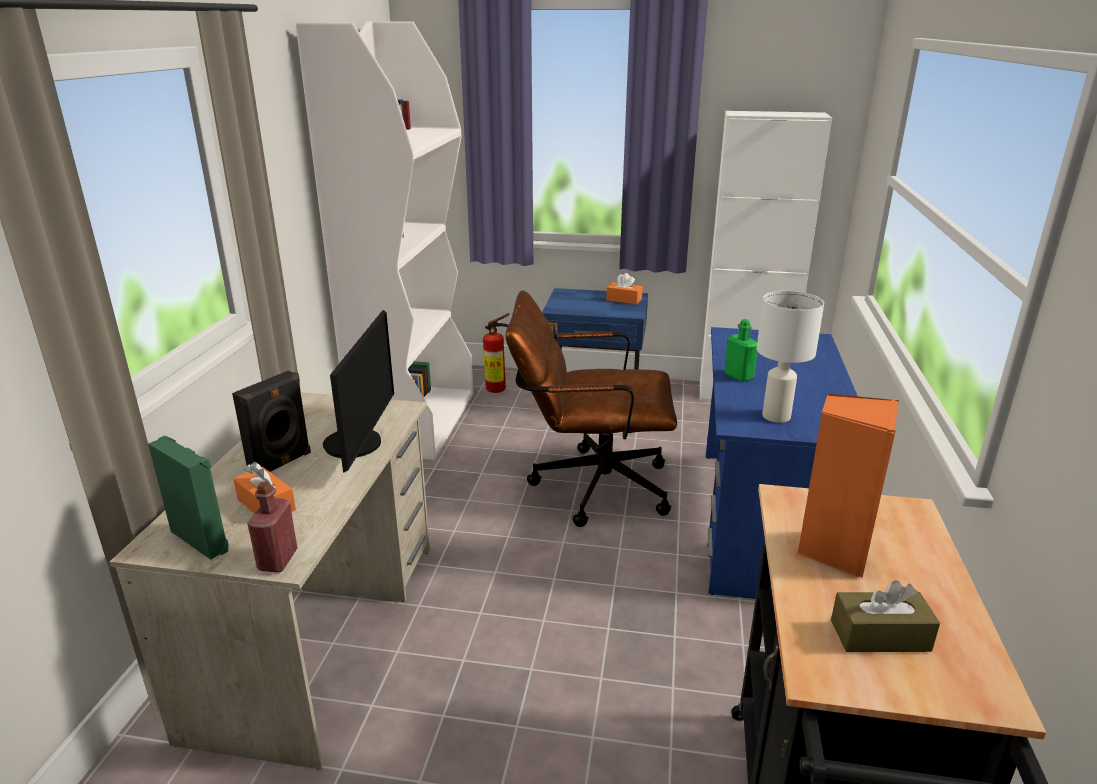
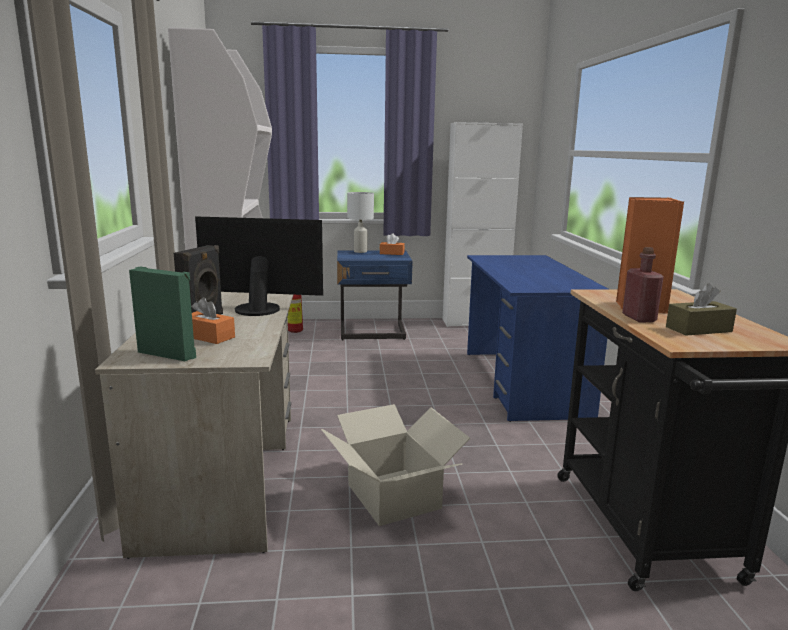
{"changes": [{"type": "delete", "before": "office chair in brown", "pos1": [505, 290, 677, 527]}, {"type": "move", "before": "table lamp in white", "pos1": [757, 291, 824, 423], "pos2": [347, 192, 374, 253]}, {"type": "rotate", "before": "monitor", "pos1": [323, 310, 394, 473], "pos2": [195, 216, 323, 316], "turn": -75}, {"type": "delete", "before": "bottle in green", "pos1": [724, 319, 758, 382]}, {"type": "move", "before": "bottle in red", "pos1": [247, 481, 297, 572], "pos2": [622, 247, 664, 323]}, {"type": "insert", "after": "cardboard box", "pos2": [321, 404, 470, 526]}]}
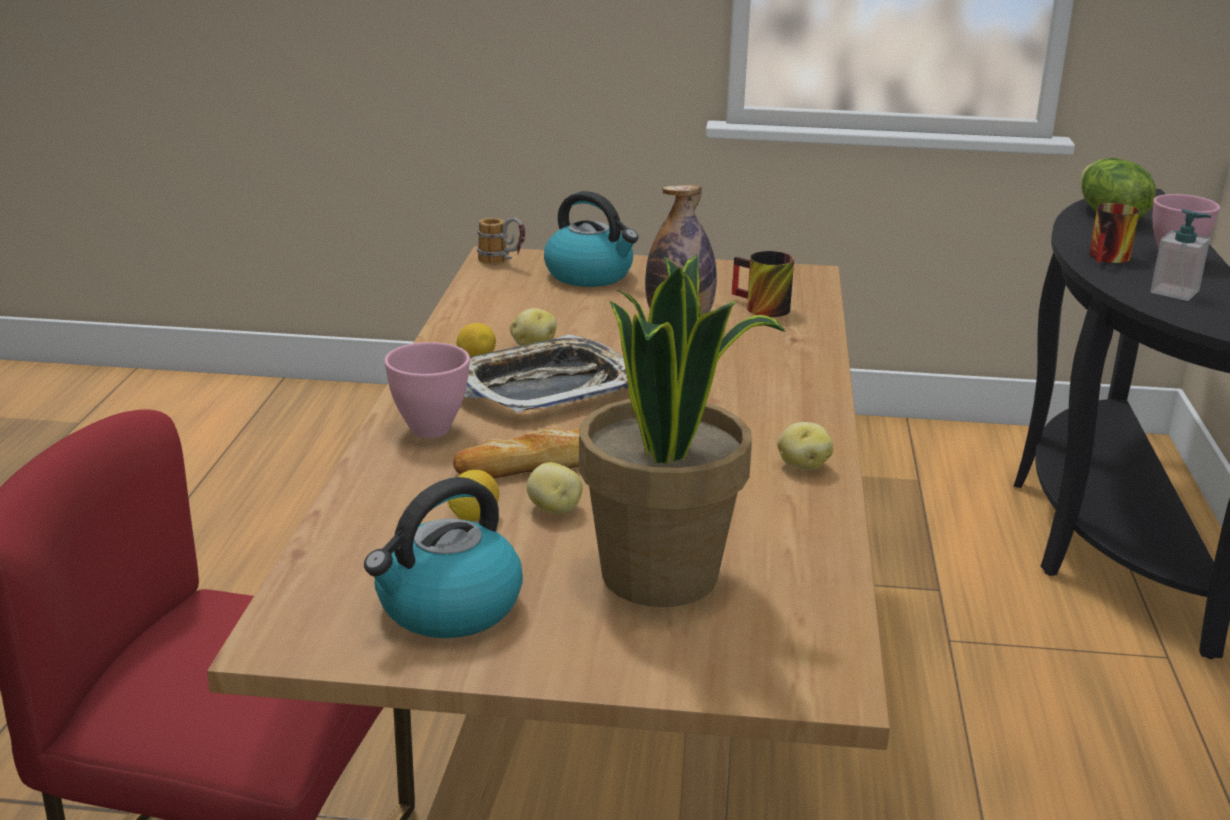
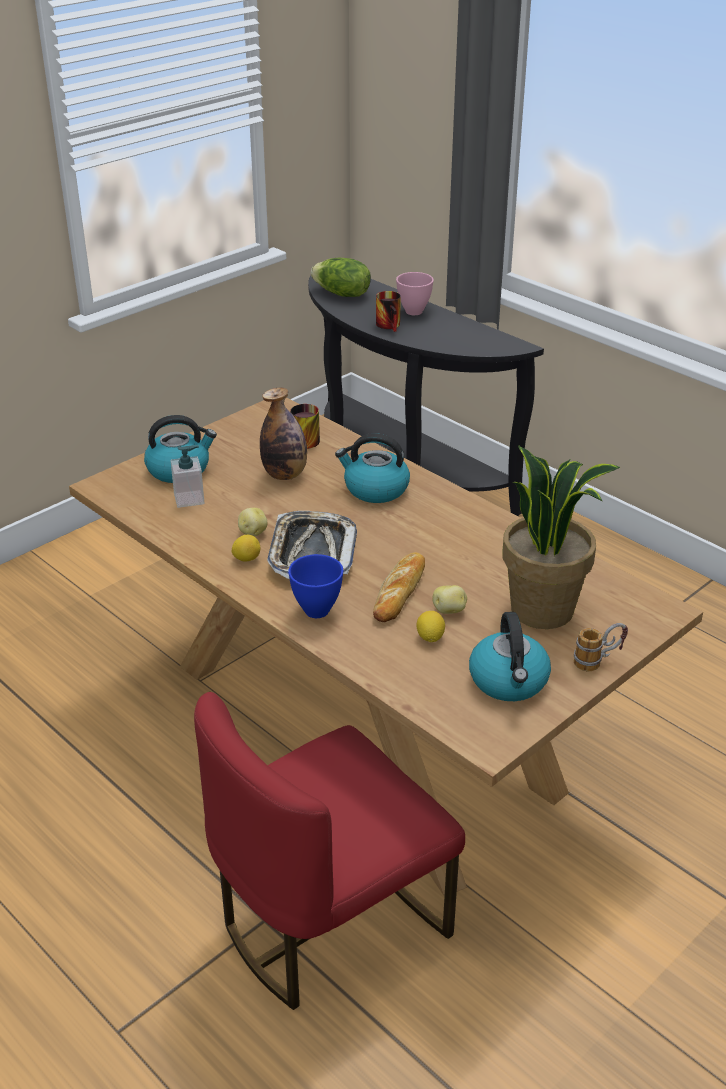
{"changes": [{"type": "move", "before": "soap dispenser", "pos1": [1150, 209, 1212, 301], "pos2": [170, 445, 205, 508]}, {"type": "move", "before": "mug", "pos1": [477, 217, 525, 264], "pos2": [574, 623, 628, 672]}, {"type": "recolor", "before": "bowl in pink", "after": "bowl in blue", "pos1": [384, 342, 470, 438], "pos2": [288, 554, 343, 618]}, {"type": "delete", "before": "potato", "pos1": [777, 422, 834, 470]}, {"type": "insert", "after": "kettle", "pos2": [335, 433, 410, 503]}]}
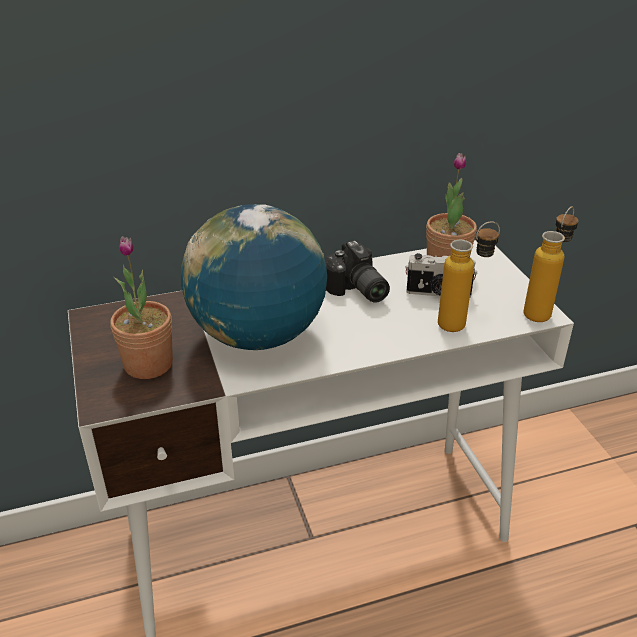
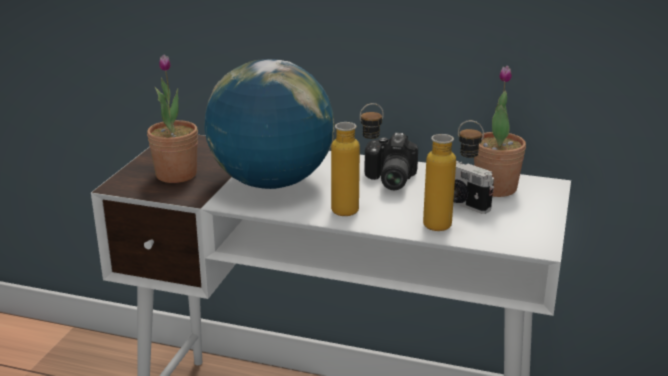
{"changes": [{"type": "move", "before": "bottle", "pos1": [524, 206, 578, 322], "pos2": [331, 103, 384, 216]}]}
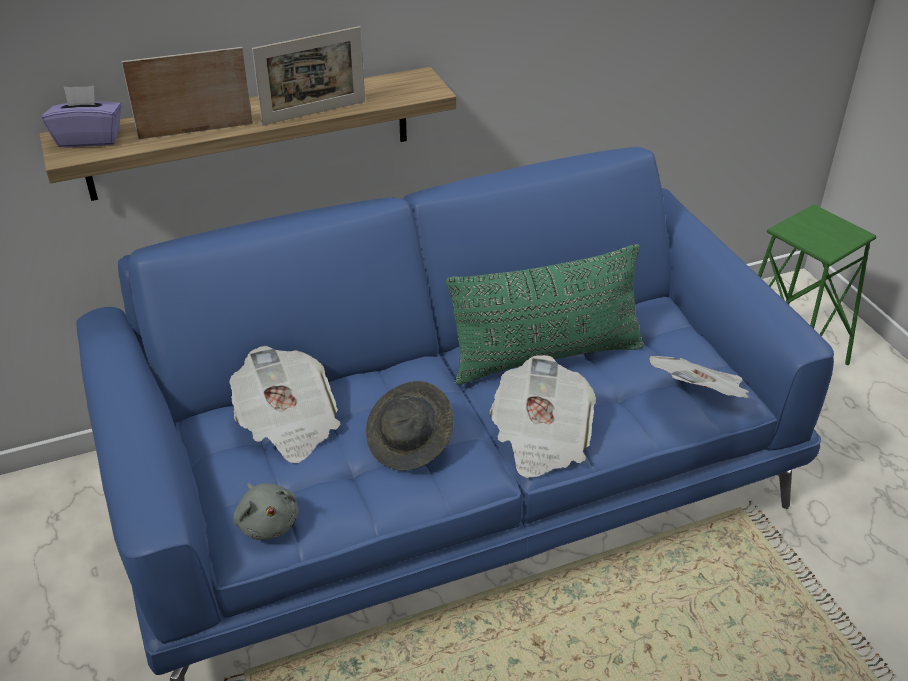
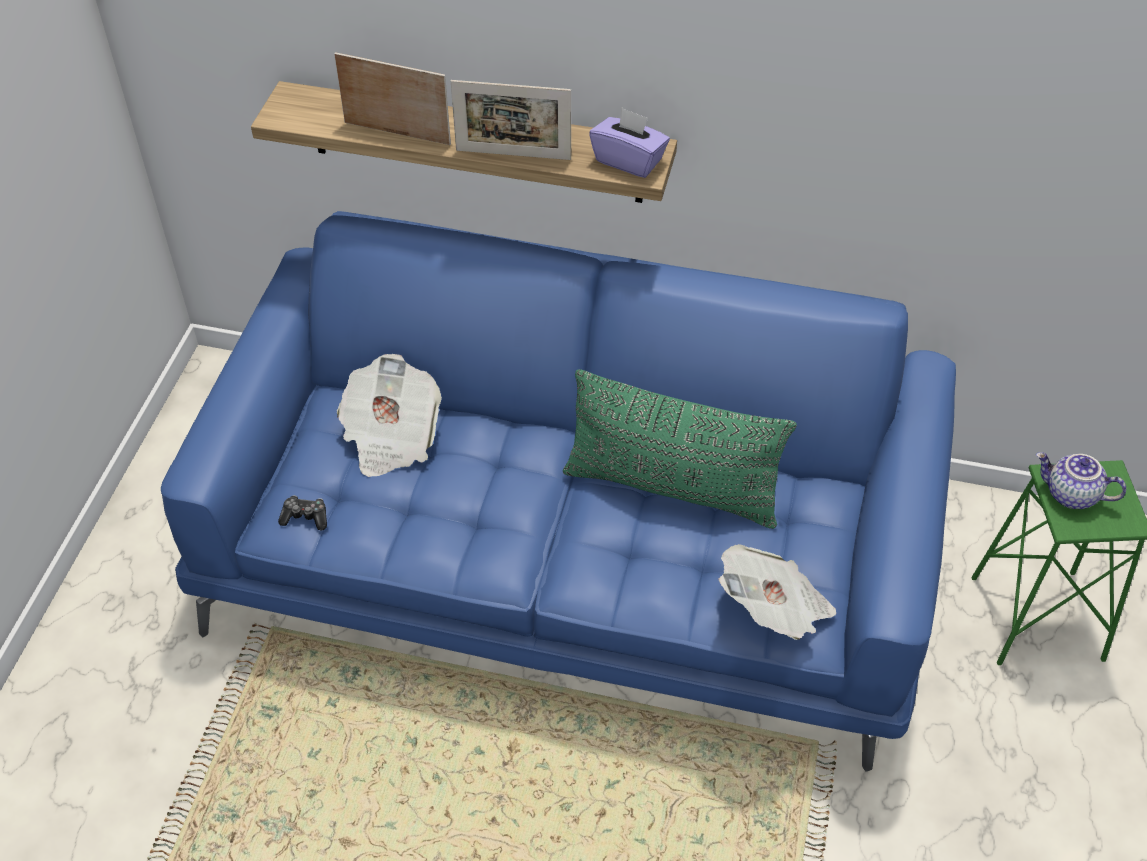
{"changes": [{"type": "move", "before": "tissue box in purple", "pos1": [42, 86, 122, 148], "pos2": [589, 108, 670, 178]}, {"type": "delete", "before": "newspaper", "pos1": [490, 355, 596, 478]}, {"type": "delete", "before": "hat in grey", "pos1": [366, 381, 454, 471]}, {"type": "replace", "before": "plush toy in grey", "after": "game controller", "pos1": [233, 483, 299, 540], "pos2": [278, 495, 327, 530]}, {"type": "insert", "after": "teapot", "pos2": [1036, 452, 1126, 509]}]}
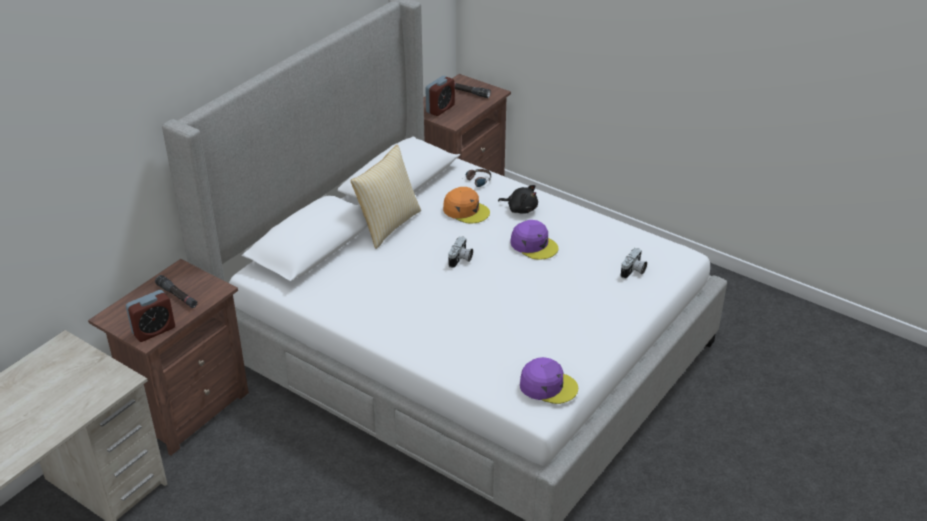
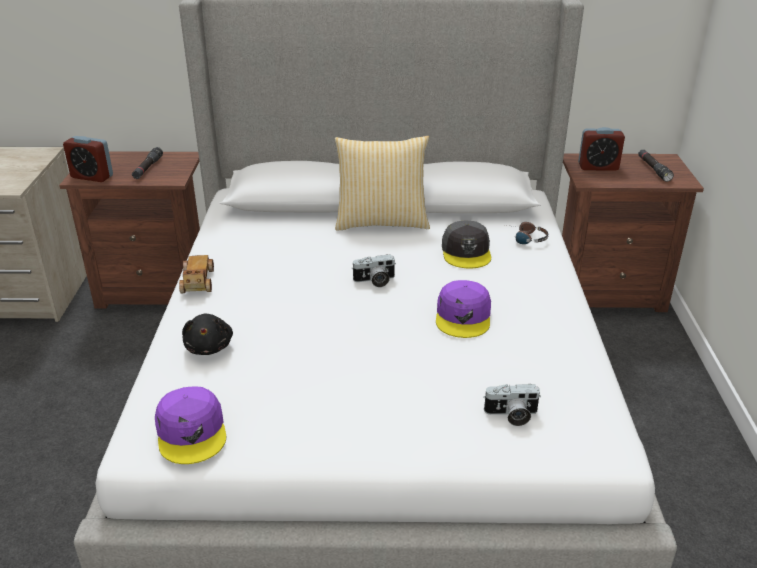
{"changes": [{"type": "move", "before": "plush toy in black", "pos1": [498, 185, 538, 214], "pos2": [182, 314, 233, 355]}, {"type": "recolor", "before": "cap in orange", "after": "cap in grey", "pos1": [443, 187, 490, 223], "pos2": [442, 221, 491, 269]}, {"type": "insert", "after": "toy car", "pos2": [179, 255, 214, 293]}]}
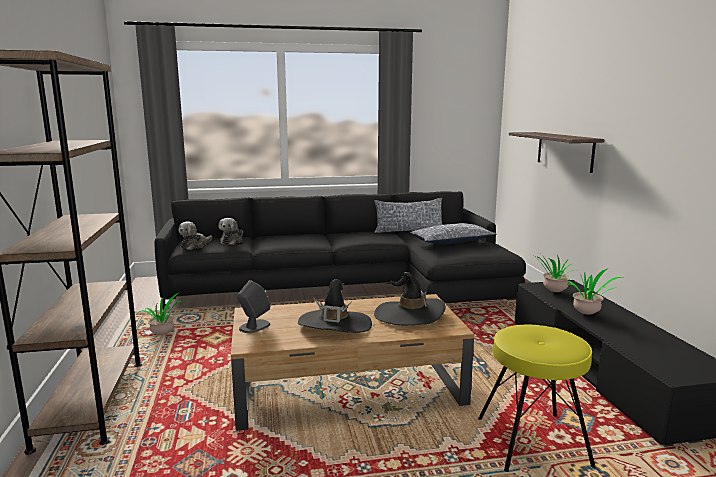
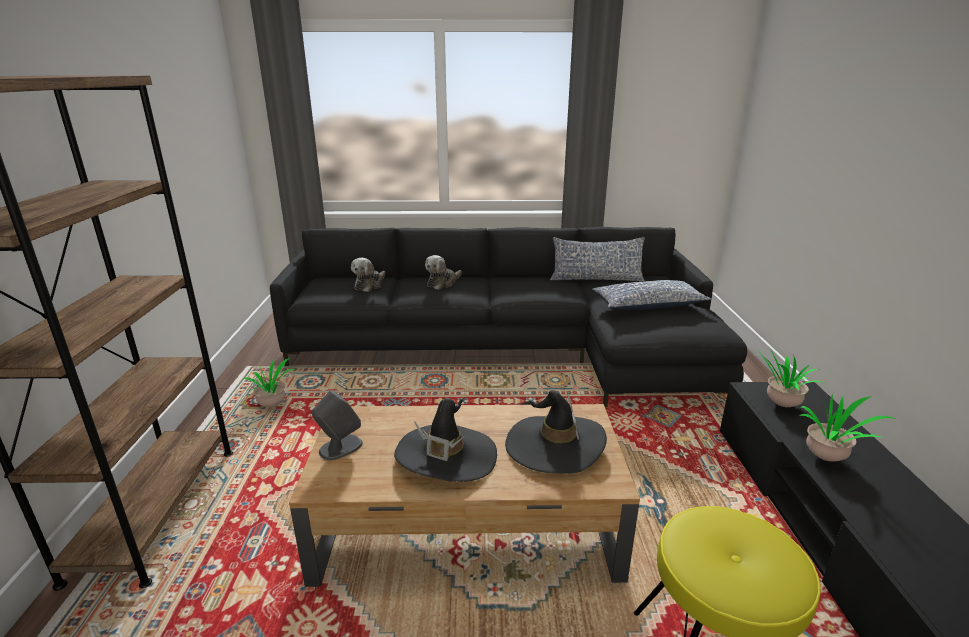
{"changes": [{"type": "delete", "before": "shelf", "pos1": [509, 132, 604, 173]}, {"type": "move", "before": "plush toy", "pos1": [179, 221, 212, 250], "pos2": [425, 255, 462, 290]}]}
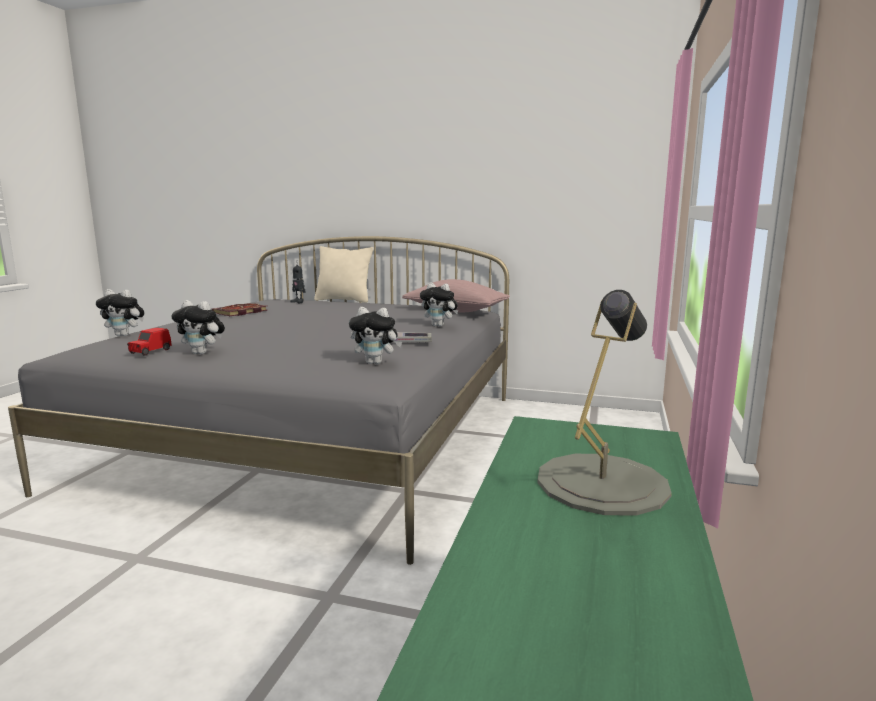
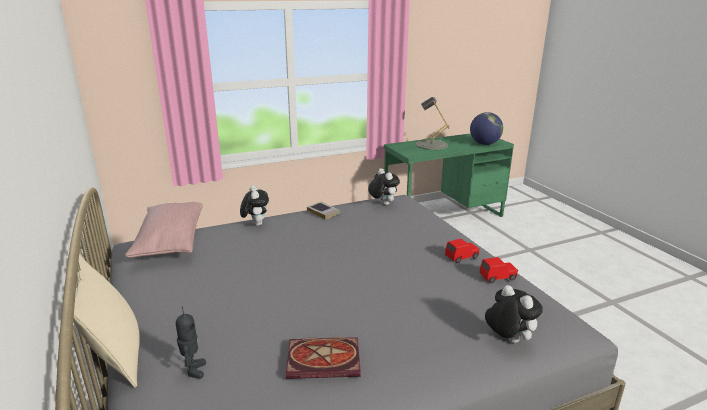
{"changes": [{"type": "replace", "before": "plush toy", "after": "toy car in red", "pos1": [172, 300, 225, 354], "pos2": [445, 238, 480, 263]}, {"type": "insert", "after": "globe", "pos2": [470, 112, 503, 145]}]}
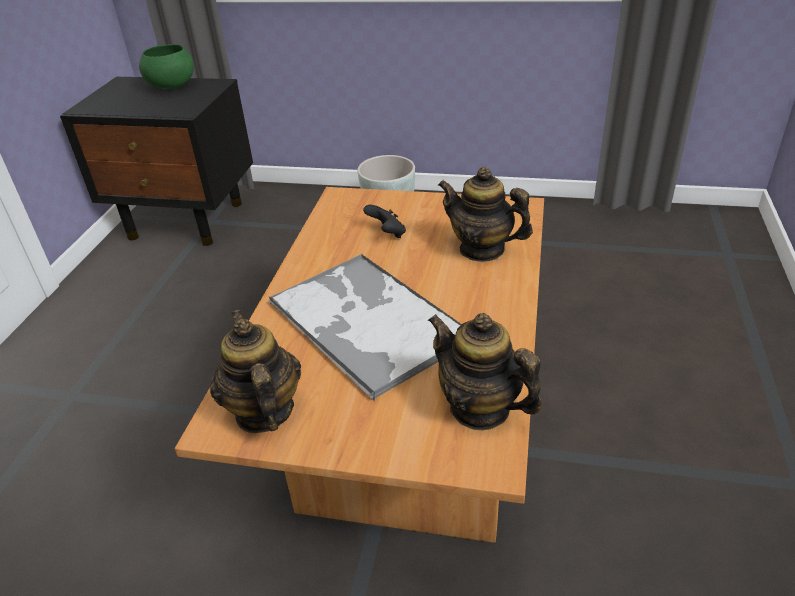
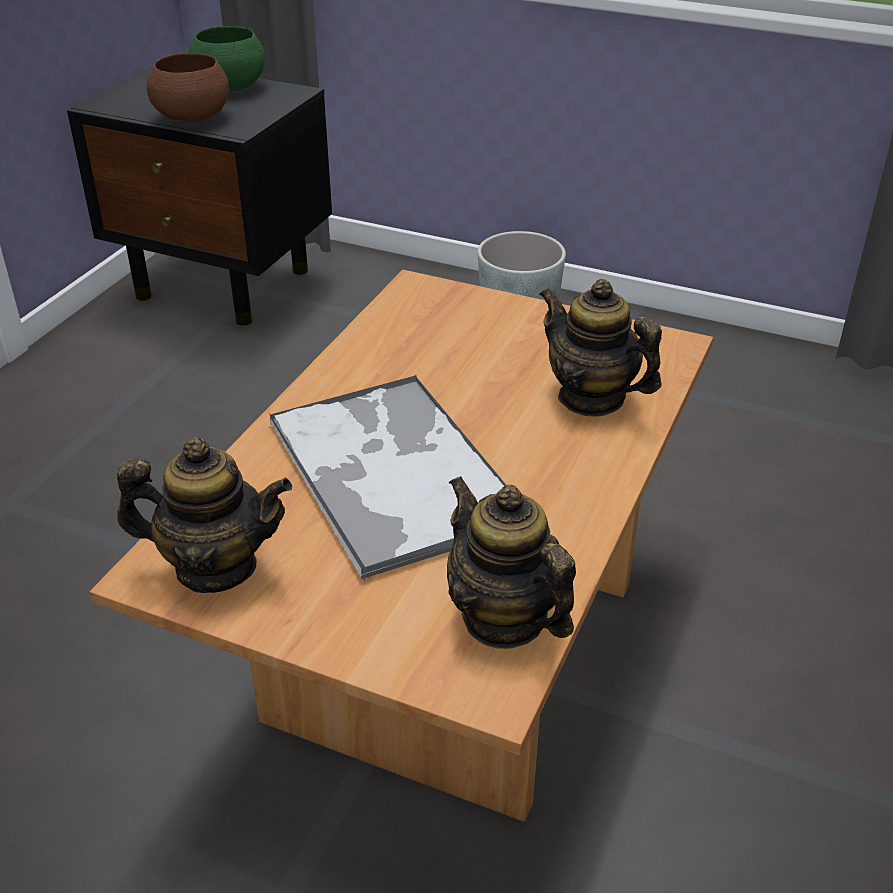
{"changes": [{"type": "delete", "before": "game controller in black", "pos1": [363, 205, 406, 238]}, {"type": "rotate", "before": "teapot", "pos1": [210, 310, 301, 433], "pos2": [117, 438, 292, 593], "turn": 105}, {"type": "insert", "after": "bowl in brown", "pos2": [146, 53, 229, 123]}]}
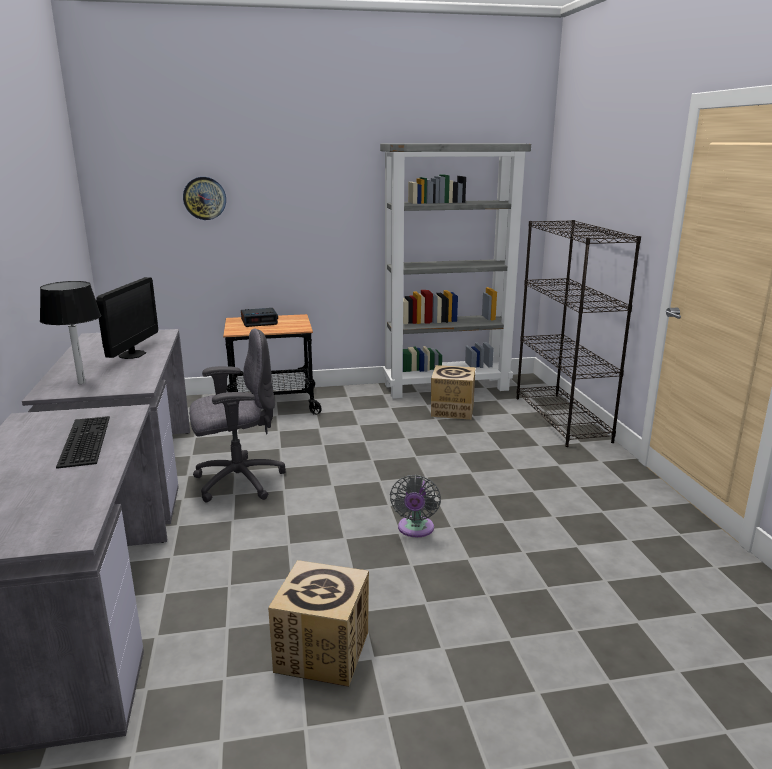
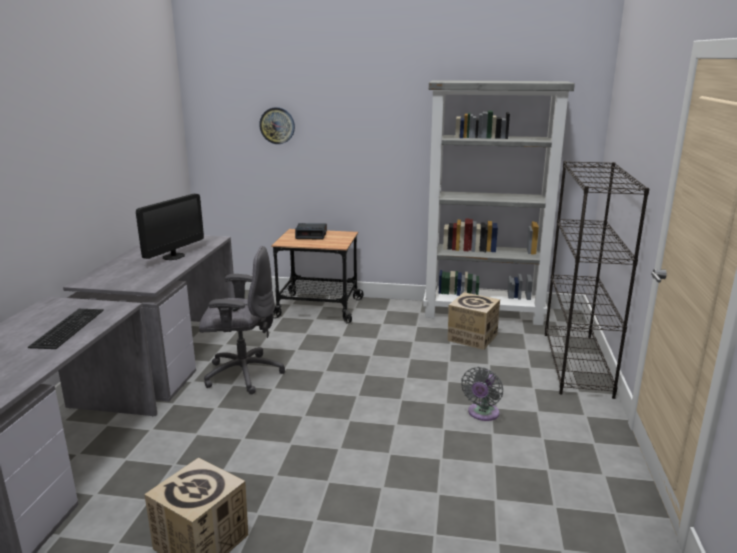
{"changes": [{"type": "delete", "before": "table lamp in black", "pos1": [40, 281, 101, 384]}, {"type": "move", "before": "fan in grey", "pos1": [390, 474, 441, 537], "pos2": [461, 367, 503, 421]}]}
